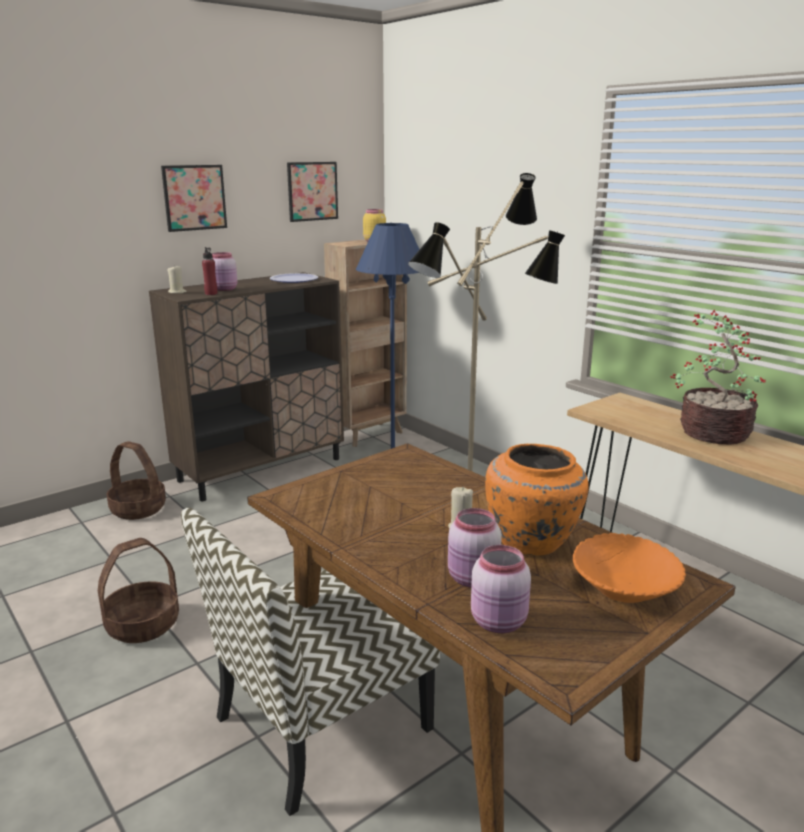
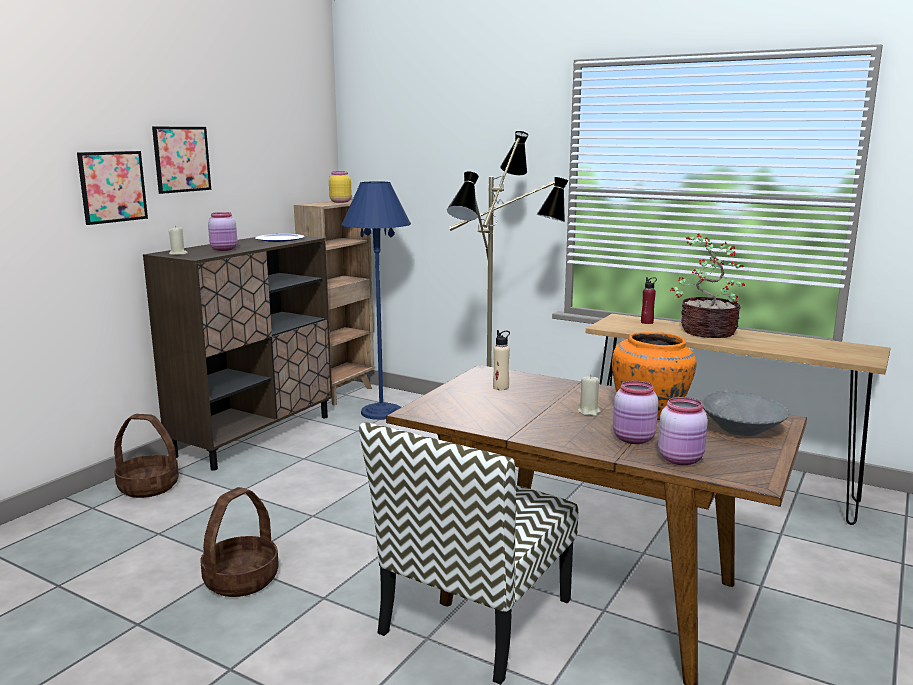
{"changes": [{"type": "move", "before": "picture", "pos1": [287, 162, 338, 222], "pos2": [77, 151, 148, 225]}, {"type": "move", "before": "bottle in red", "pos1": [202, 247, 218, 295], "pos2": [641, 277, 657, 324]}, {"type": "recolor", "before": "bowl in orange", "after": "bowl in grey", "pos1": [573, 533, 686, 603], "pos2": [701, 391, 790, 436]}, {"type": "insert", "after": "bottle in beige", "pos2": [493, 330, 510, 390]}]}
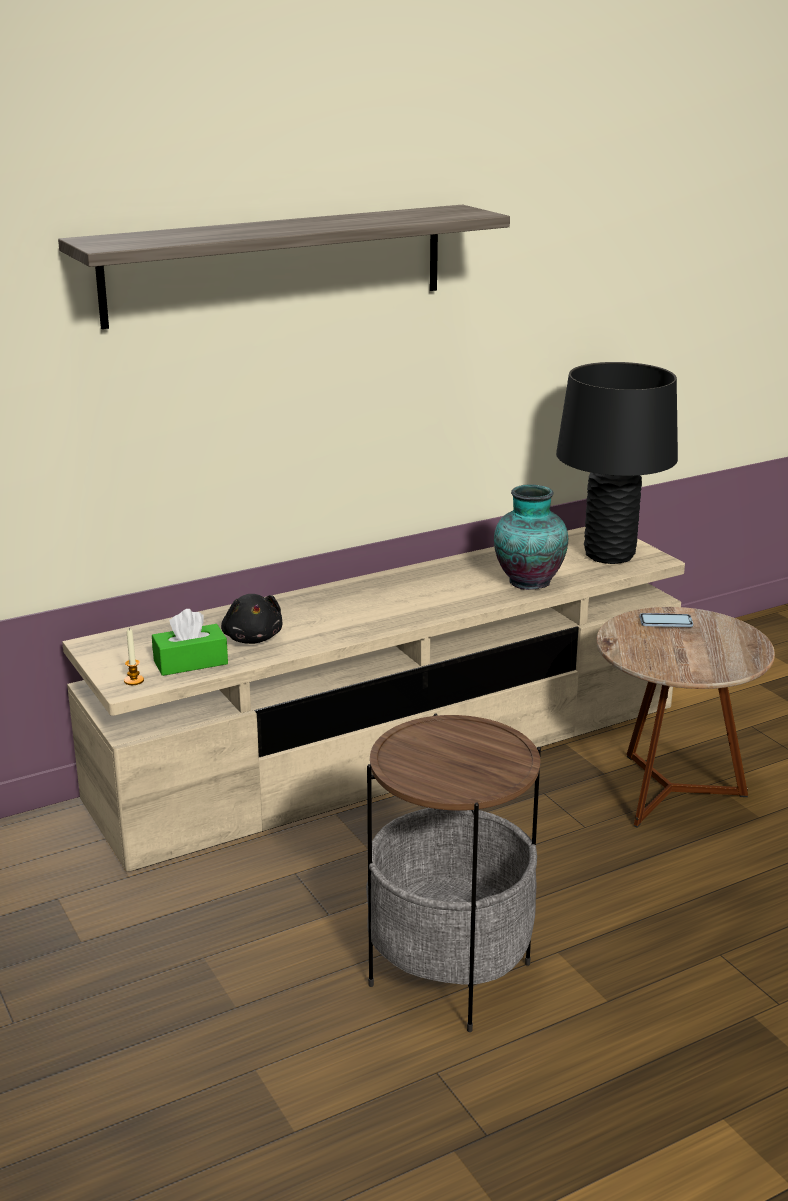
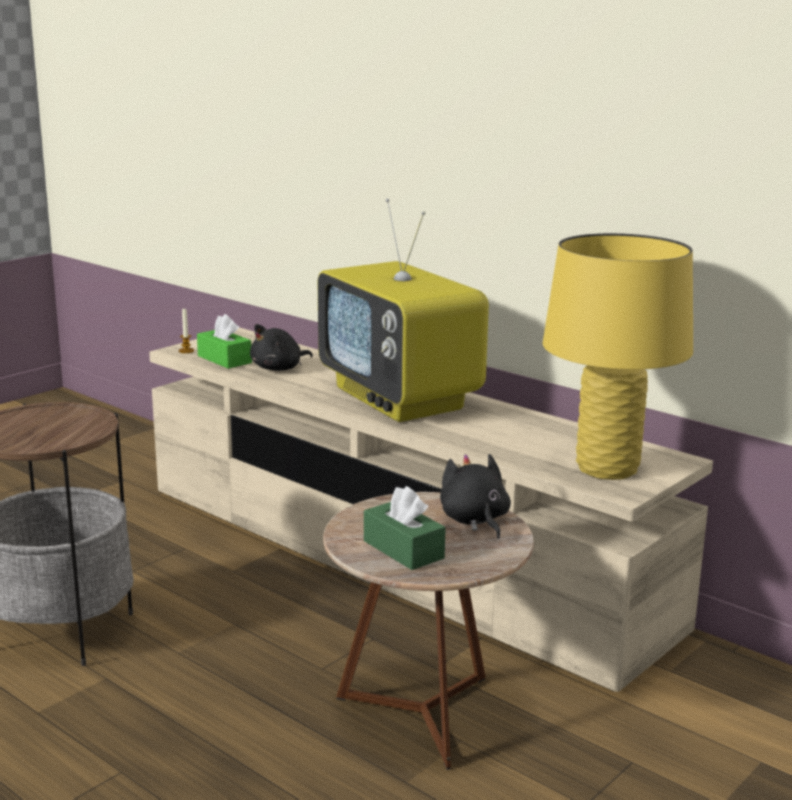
{"changes": [{"type": "delete", "before": "shelf", "pos1": [58, 205, 510, 329]}, {"type": "recolor", "before": "table lamp in black", "after": "table lamp in yellow", "pos1": [556, 362, 678, 564], "pos2": [542, 233, 693, 480]}, {"type": "delete", "before": "vase", "pos1": [494, 484, 568, 590]}, {"type": "replace", "before": "phone", "after": "plush toy in black", "pos1": [640, 613, 693, 627], "pos2": [440, 454, 511, 539]}, {"type": "insert", "after": "television", "pos2": [318, 199, 489, 422]}, {"type": "insert", "after": "tissue box in green", "pos2": [364, 486, 446, 570]}]}
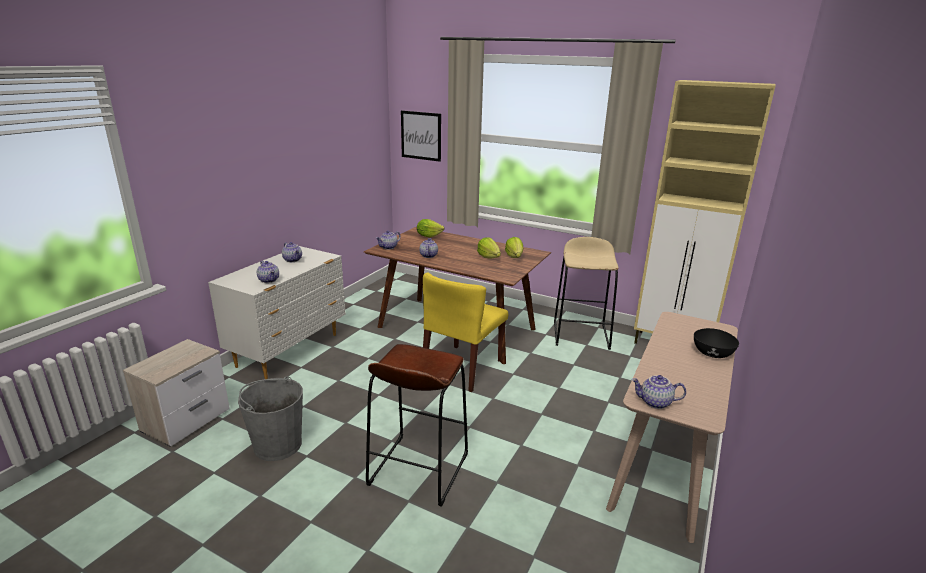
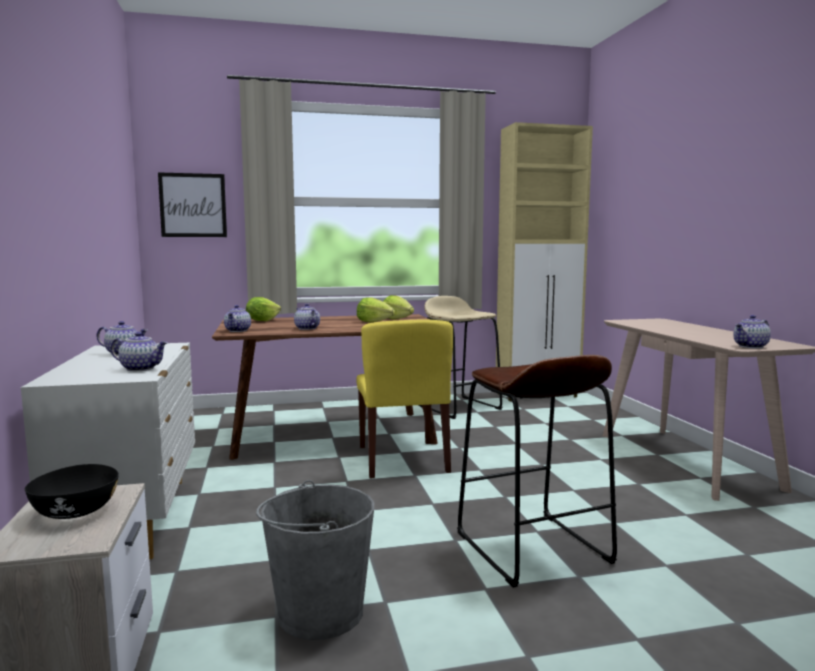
{"changes": [{"type": "move", "before": "bowl in black", "pos1": [694, 328, 739, 358], "pos2": [25, 464, 119, 519]}]}
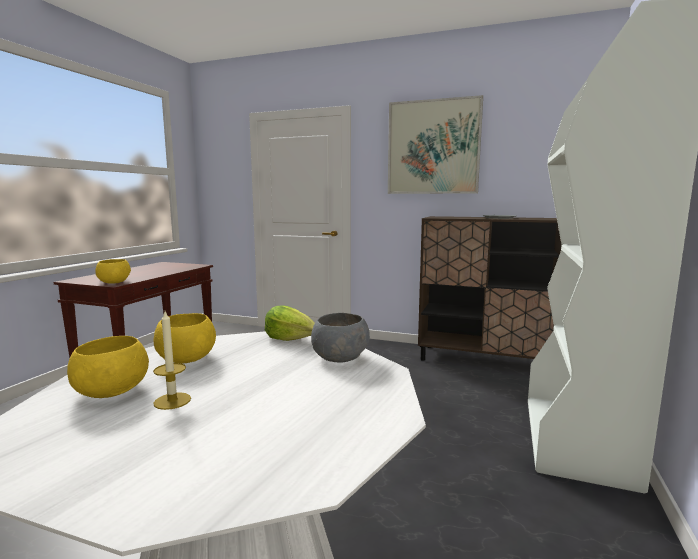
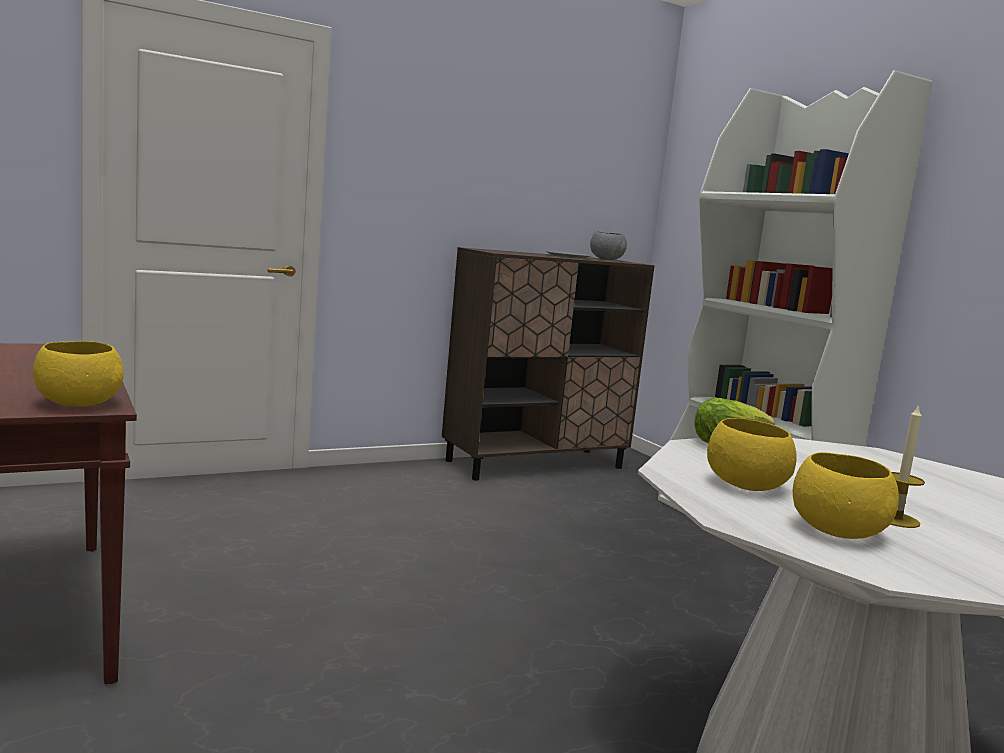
{"changes": [{"type": "delete", "before": "picture", "pos1": [388, 95, 483, 194]}, {"type": "move", "before": "bowl in grey", "pos1": [311, 313, 370, 363], "pos2": [590, 232, 627, 260]}]}
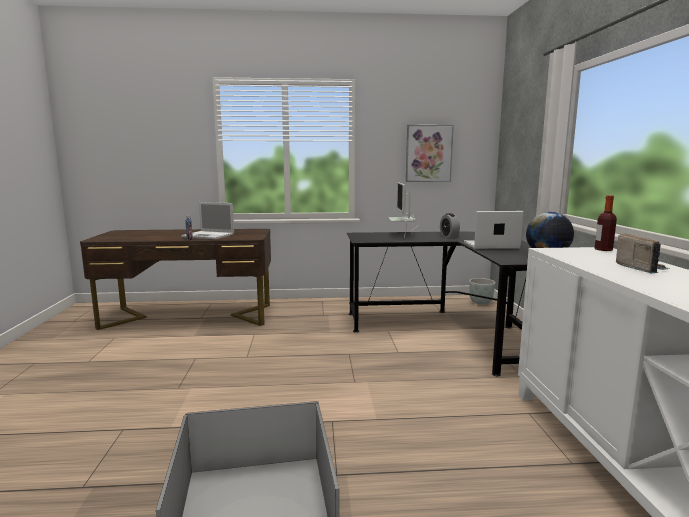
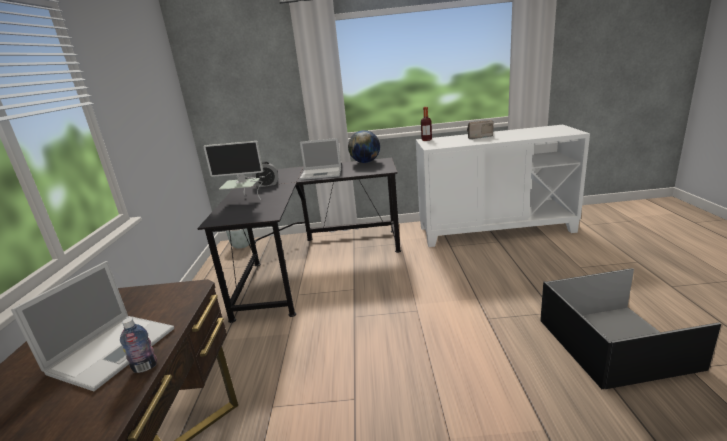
{"changes": [{"type": "delete", "before": "picture", "pos1": [406, 125, 454, 182]}, {"type": "rotate", "before": "laptop", "pos1": [464, 211, 523, 249], "pos2": [300, 138, 341, 180], "turn": -90}]}
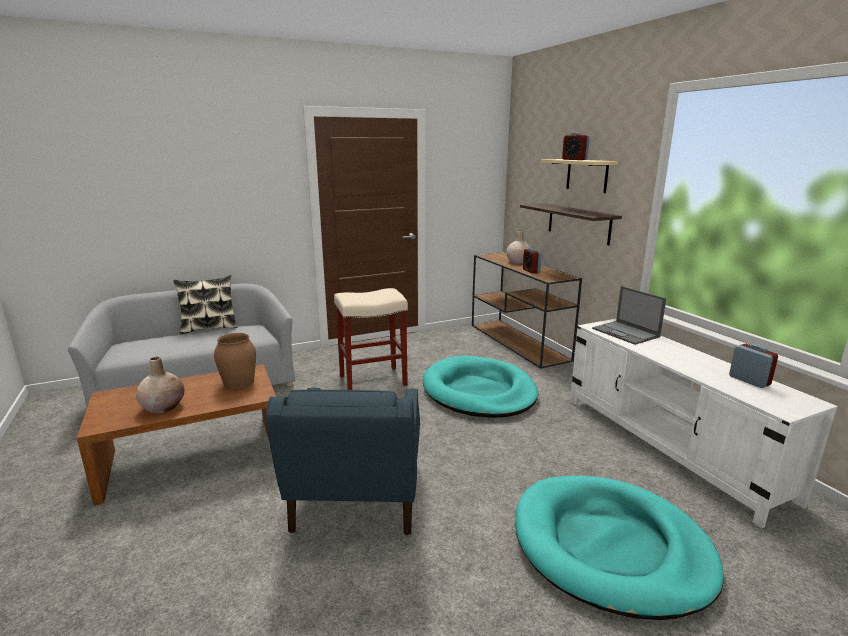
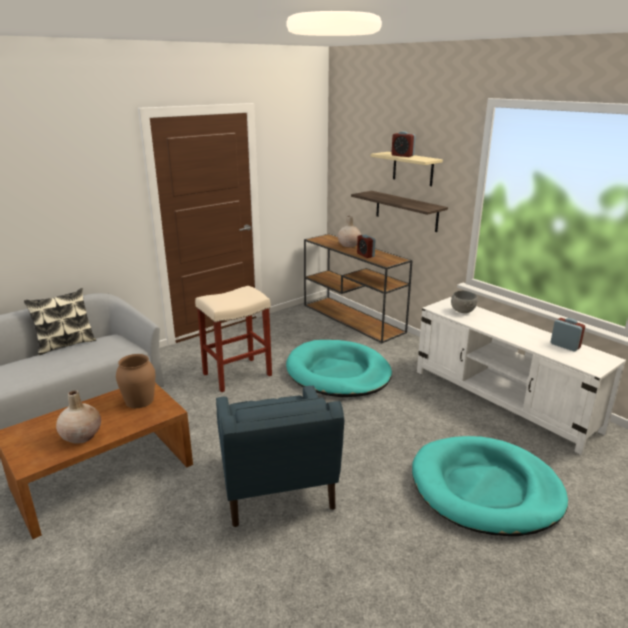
{"changes": [{"type": "replace", "before": "laptop", "after": "bowl in grey", "pos1": [592, 286, 666, 345], "pos2": [451, 290, 478, 313]}]}
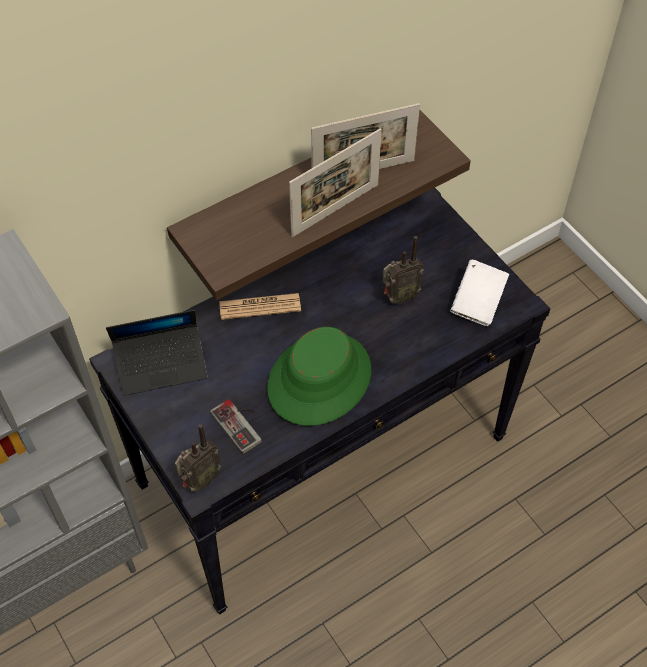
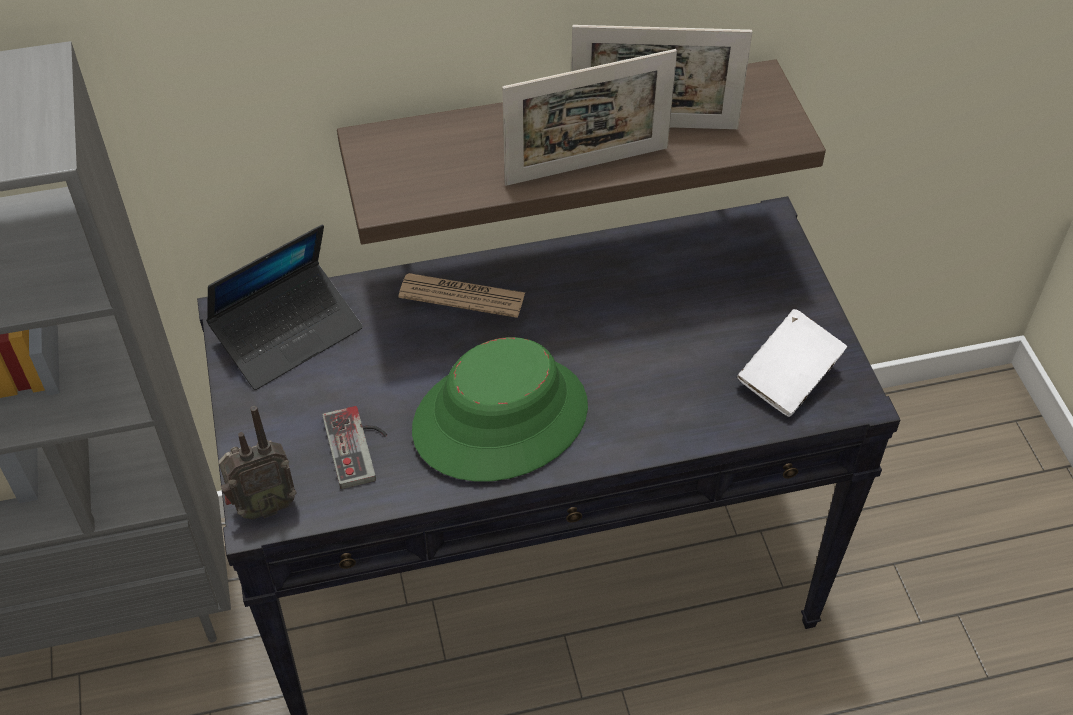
{"changes": [{"type": "delete", "before": "radio", "pos1": [382, 236, 424, 304]}, {"type": "rotate", "before": "laptop", "pos1": [106, 310, 207, 396], "pos2": [206, 224, 363, 390], "turn": -45}]}
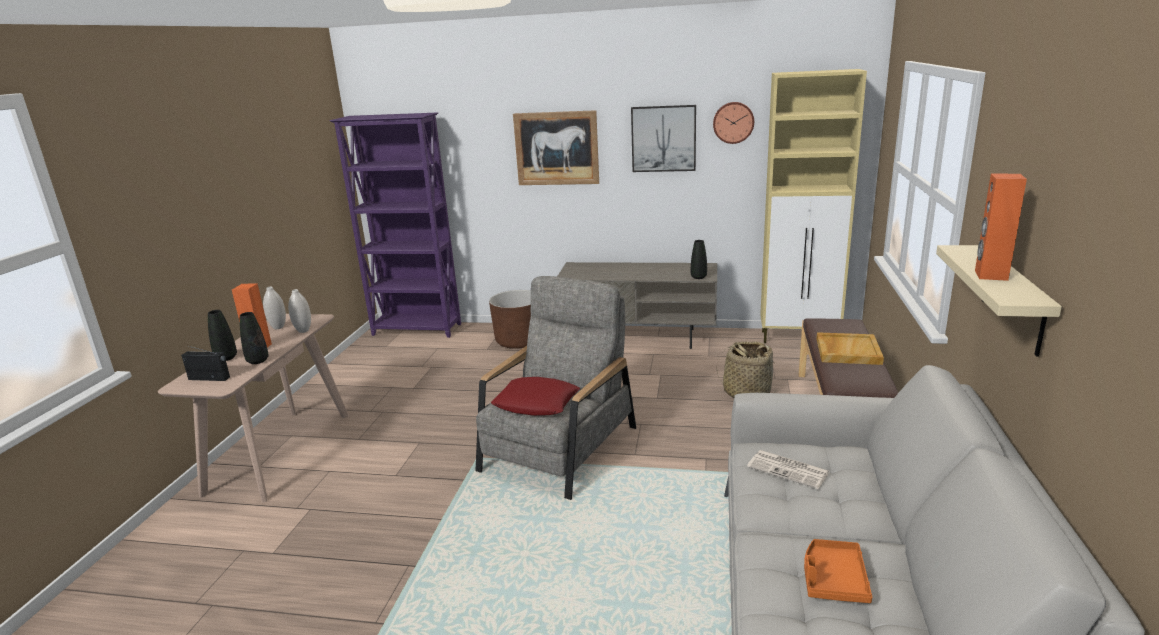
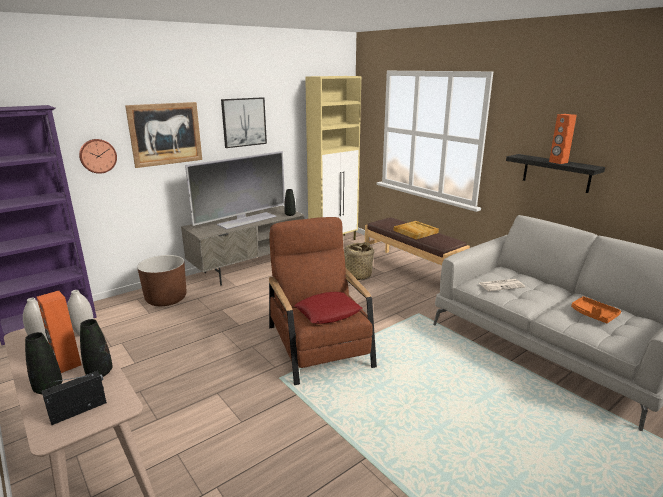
{"changes": [{"type": "move", "before": "wall clock", "pos1": [713, 102, 754, 144], "pos2": [79, 139, 117, 174]}, {"type": "recolor", "before": "shelf in beige", "after": "shelf in black", "pos1": [936, 245, 1062, 357], "pos2": [506, 154, 605, 193]}, {"type": "recolor", "before": "armchair in grey", "after": "armchair in brown", "pos1": [475, 276, 636, 500], "pos2": [269, 217, 377, 385]}, {"type": "insert", "after": "television", "pos2": [185, 151, 285, 229]}]}
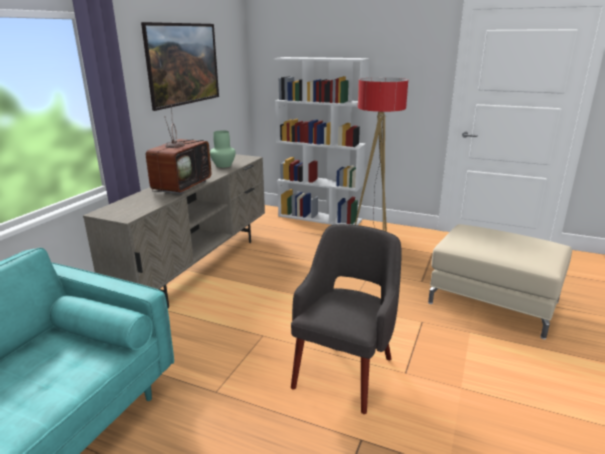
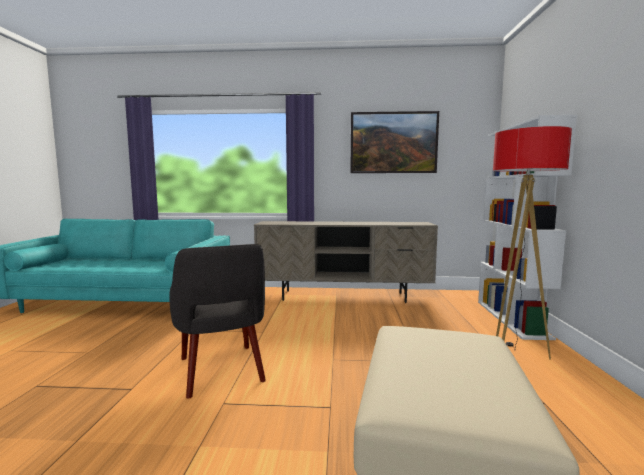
{"changes": [{"type": "delete", "before": "television", "pos1": [146, 105, 211, 194]}, {"type": "delete", "before": "vase in green", "pos1": [210, 130, 236, 168]}, {"type": "rotate", "before": "armchair in grey", "pos1": [291, 224, 402, 414], "pos2": [169, 244, 266, 399], "turn": 60}]}
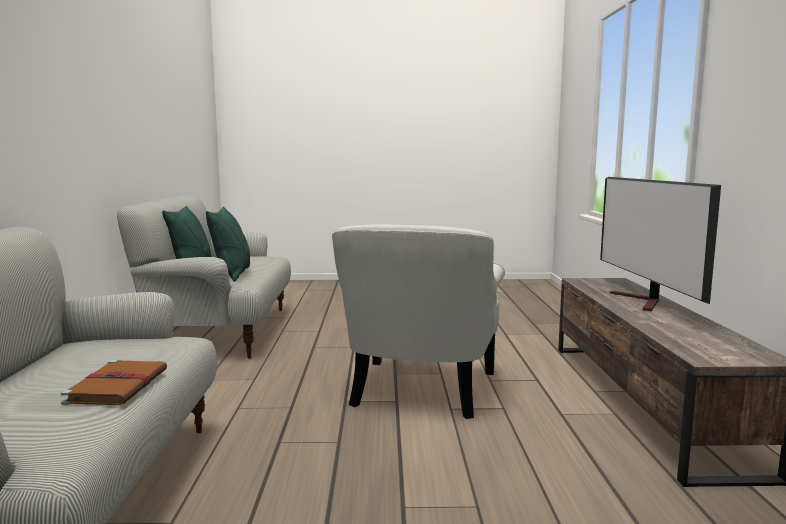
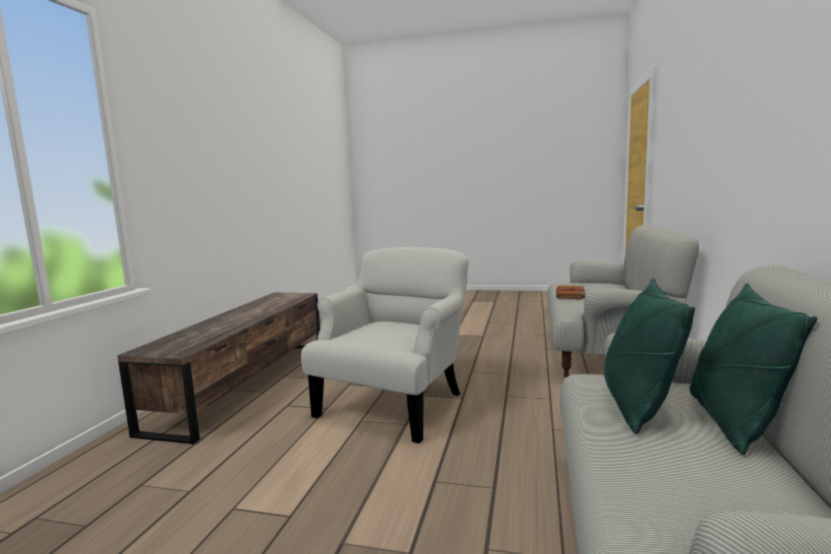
{"changes": [{"type": "delete", "before": "television", "pos1": [600, 177, 721, 311]}]}
